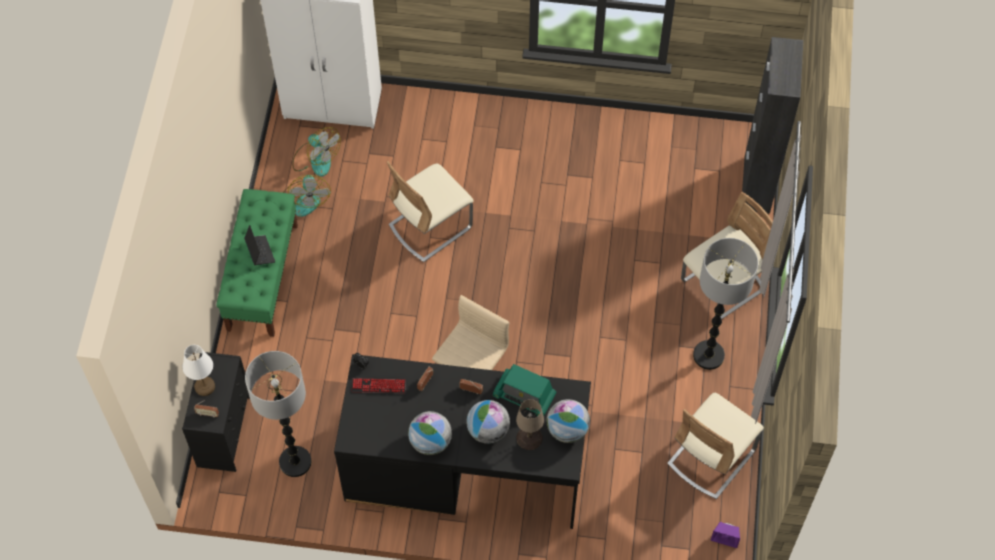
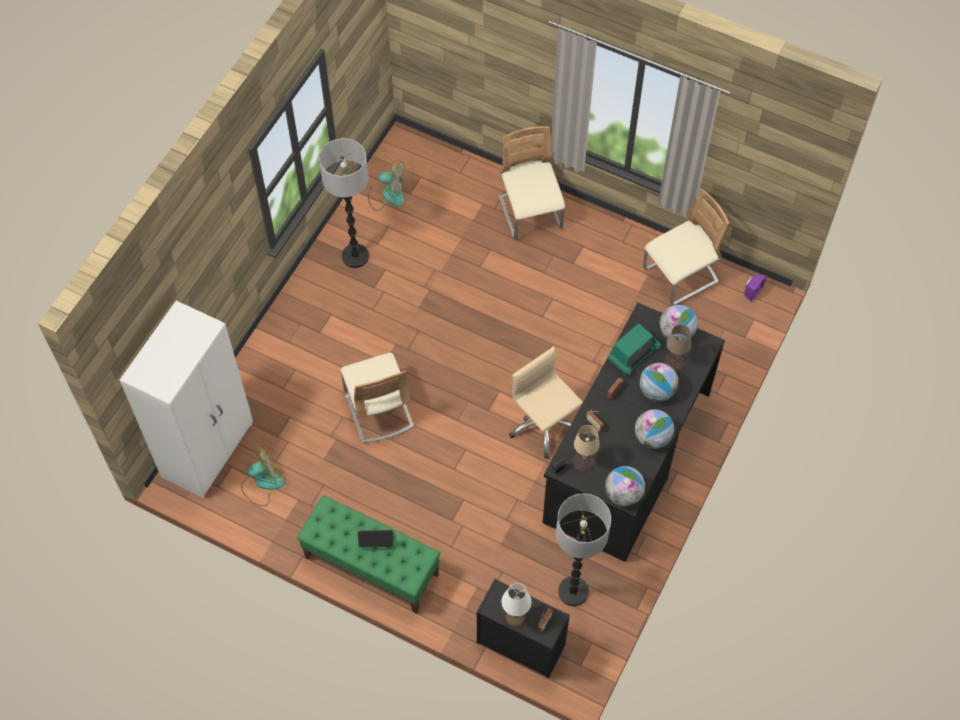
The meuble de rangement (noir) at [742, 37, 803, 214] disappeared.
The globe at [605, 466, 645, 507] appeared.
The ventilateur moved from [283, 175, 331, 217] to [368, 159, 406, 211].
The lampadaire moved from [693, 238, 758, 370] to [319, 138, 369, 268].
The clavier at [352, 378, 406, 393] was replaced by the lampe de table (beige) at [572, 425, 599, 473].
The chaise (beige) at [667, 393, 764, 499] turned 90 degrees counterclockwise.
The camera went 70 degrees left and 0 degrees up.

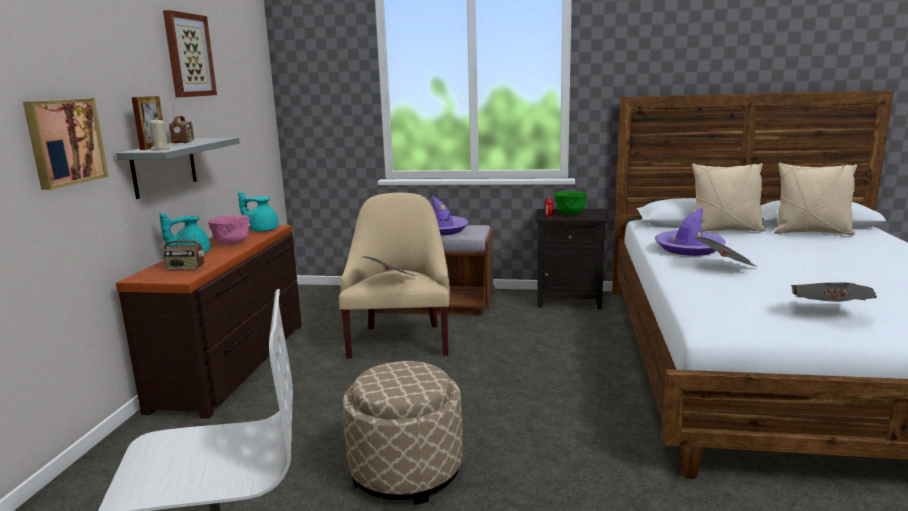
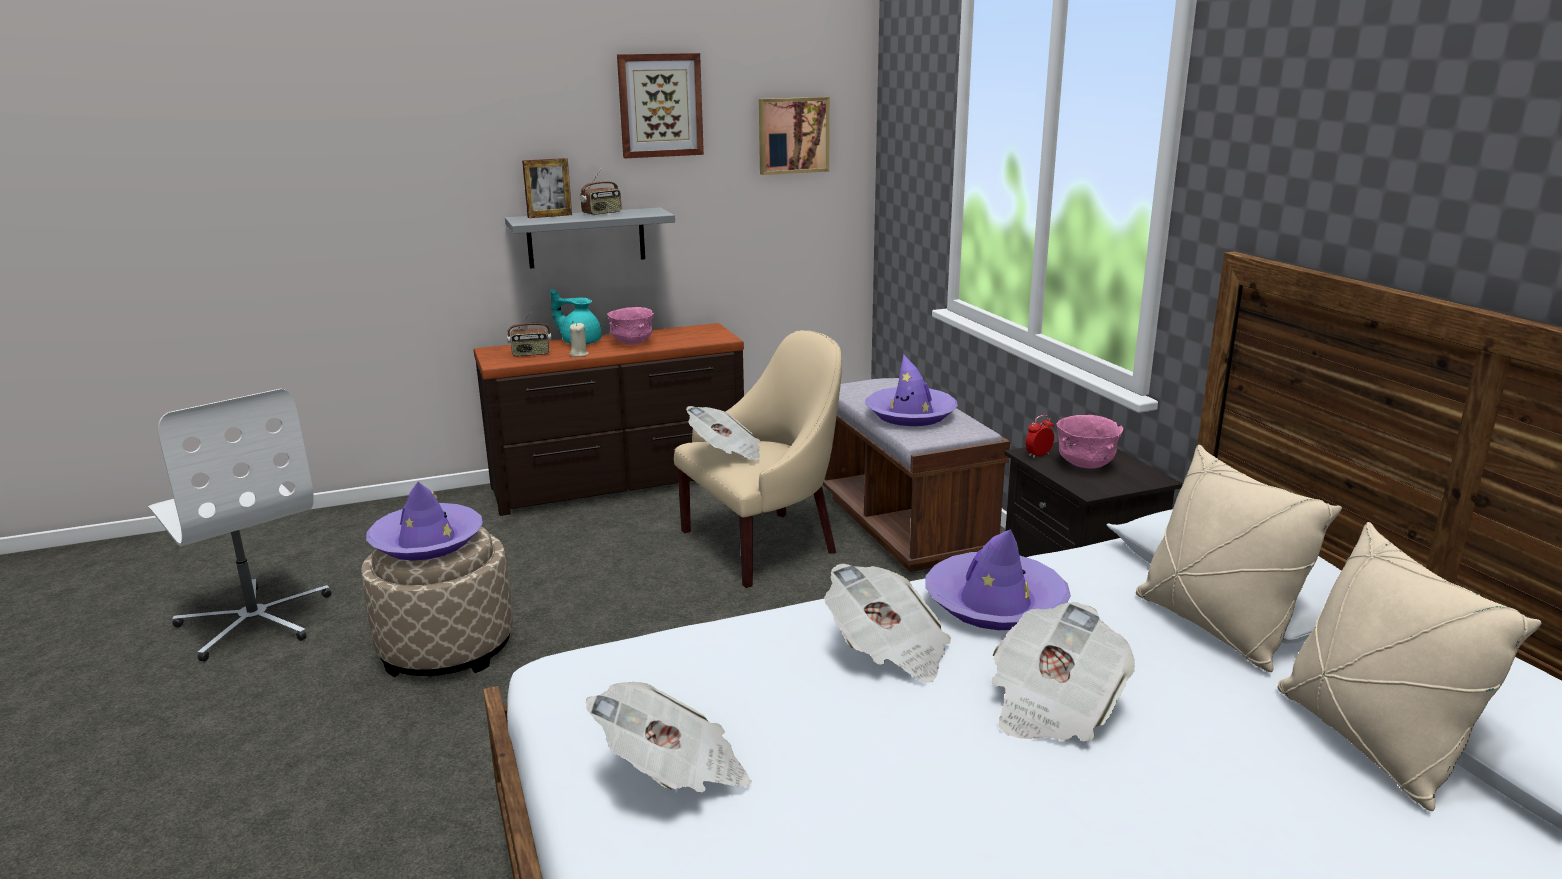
The théière (turquoise) at [238, 191, 279, 232] disappeared.
The chapeau (violet) at [366, 482, 483, 561] appeared.
The journal at [991, 602, 1135, 741] appeared.
The tableau moved from [23, 98, 109, 190] to [759, 97, 830, 175].
The bougie (beige) moved from [149, 120, 170, 150] to [569, 323, 589, 357].
The bol (vert) at [554, 191, 587, 215] became the bol (rose) at [1056, 415, 1123, 468].
The radio at [163, 228, 204, 270] turned 75 degrees counterclockwise.
The camera went 60 degrees right and 5 degrees up.

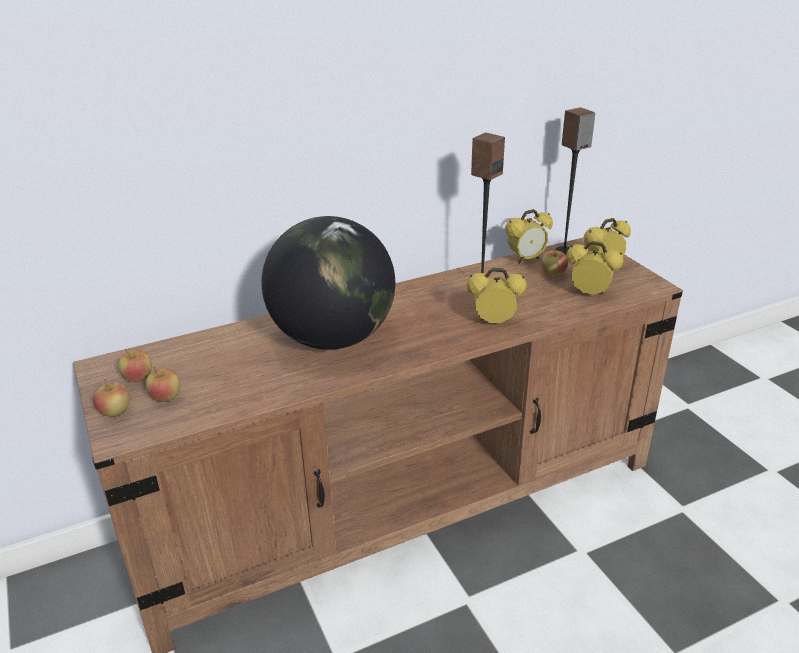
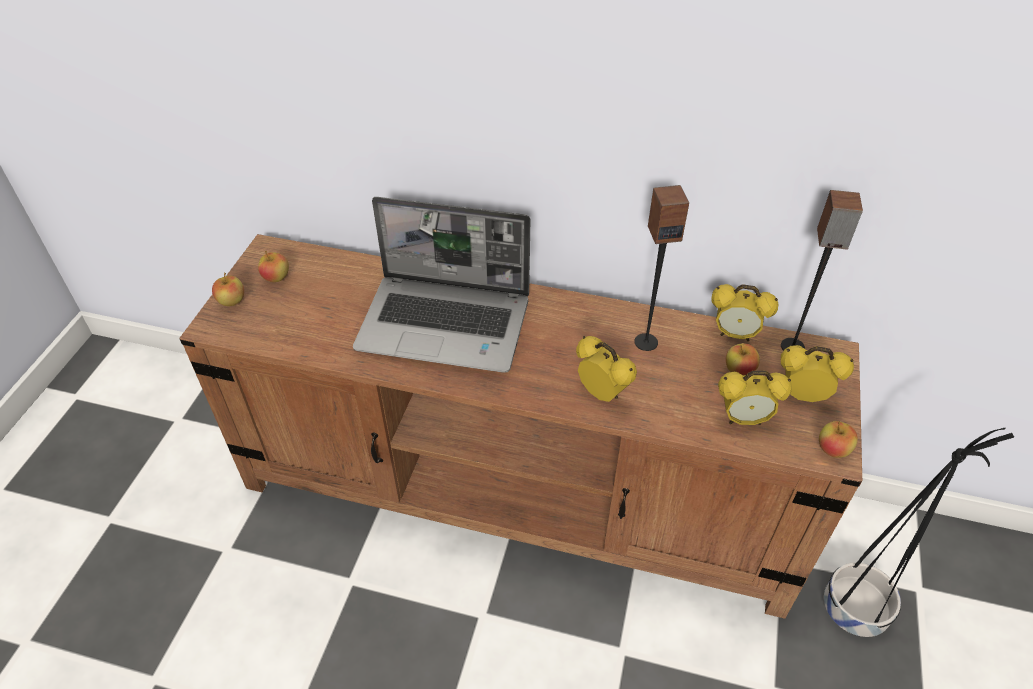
The cache-pot (noir) at [824, 427, 1014, 637] appeared.
The pomme moved from [146, 367, 180, 402] to [819, 421, 858, 458].
The globe at [262, 216, 395, 350] was replaced by the ordinateur portable at [353, 197, 530, 373].
The réveil at [566, 241, 624, 295] turned 120 degrees clockwise.
The camera went 40 degrees right and 15 degrees up.

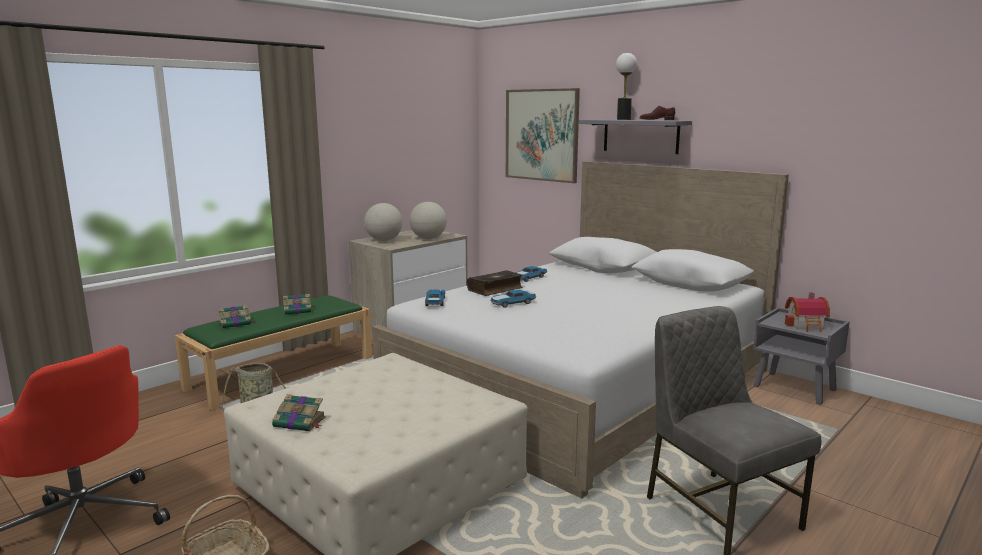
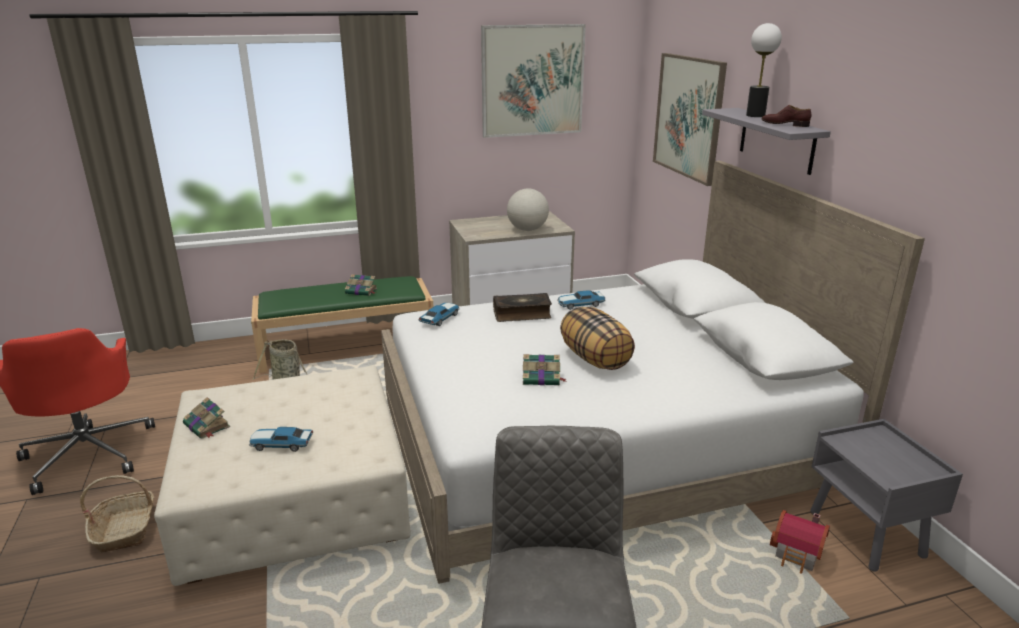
The globe at [364, 203, 403, 241] disappeared.
The tableau at [481, 24, 586, 138] appeared.
The coussin at [560, 307, 635, 370] appeared.
The livre moved from [218, 305, 256, 329] to [523, 354, 567, 385].
The petite voiture moved from [490, 290, 536, 308] to [249, 427, 313, 452].
The maison miniature moved from [785, 292, 830, 332] to [770, 510, 830, 574].
The camera went 30 degrees right and 10 degrees up.

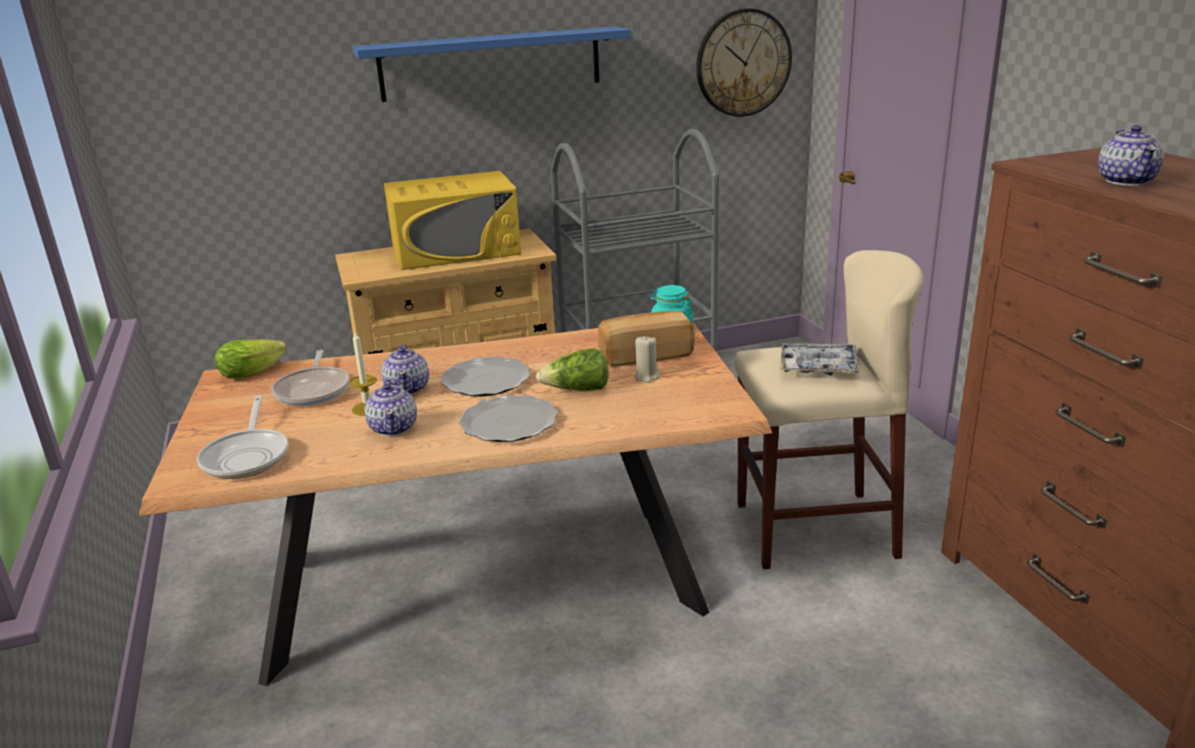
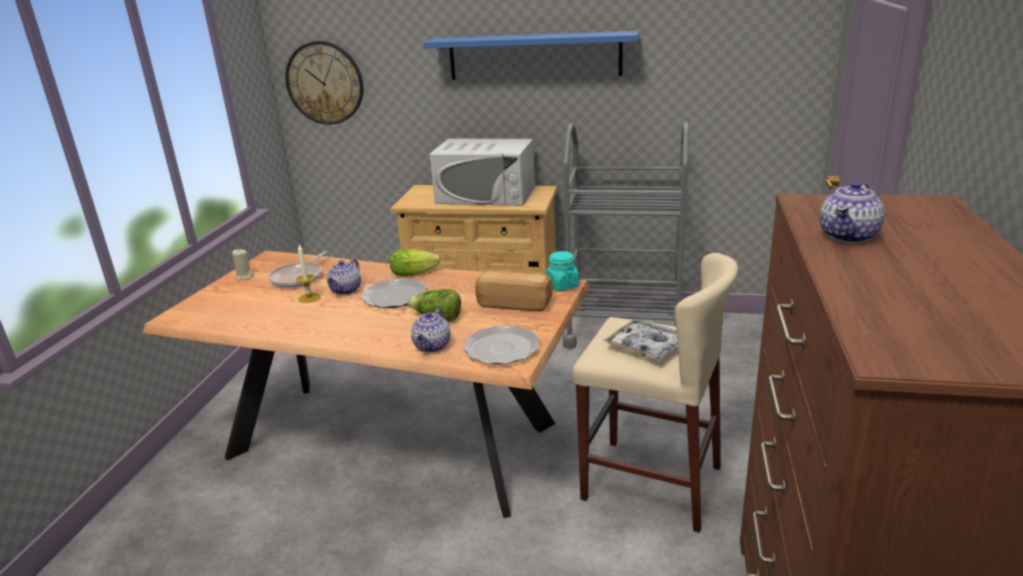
The poêle at [197, 395, 289, 479] disappeared.
The laitue moved from [215, 339, 287, 379] to [390, 249, 441, 276].
The théière moved from [365, 380, 417, 436] to [411, 308, 451, 352].
The assiette moved from [459, 395, 558, 442] to [463, 325, 540, 364].
The bougie (beige) moved from [634, 335, 660, 383] to [232, 249, 254, 281].
The horloge murale moved from [696, 8, 792, 117] to [285, 41, 363, 125].
The micro-ondes (jaune) at [384, 171, 521, 270] became the micro-ondes (blanc) at [430, 139, 535, 206].
The camera went 30 degrees right and 0 degrees up.

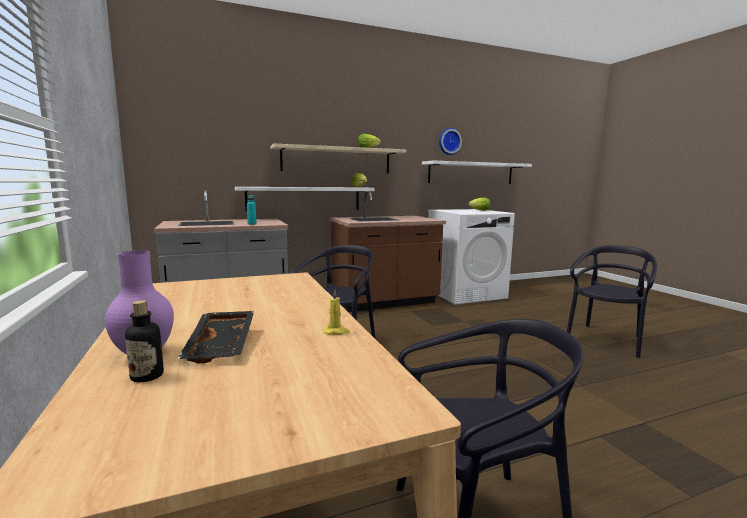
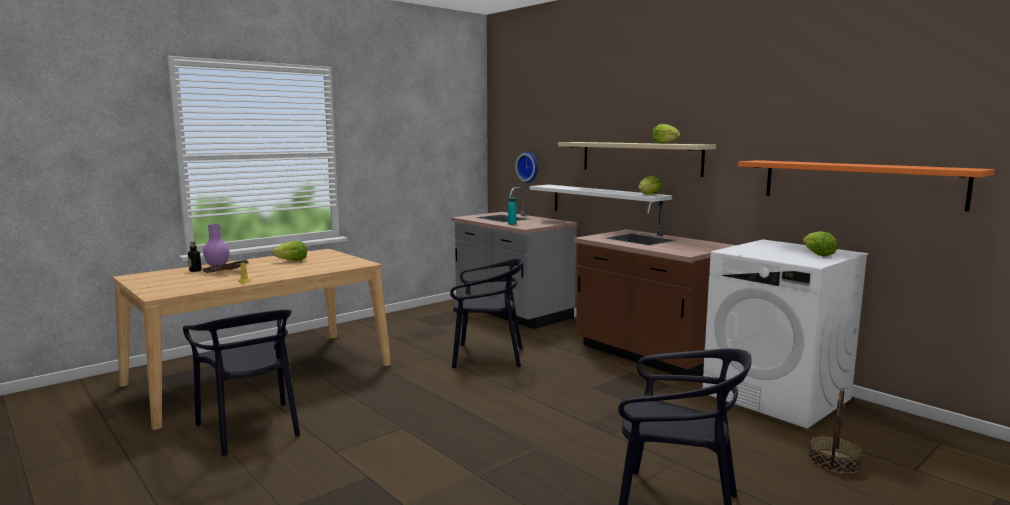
The laitue at [272, 241, 307, 261] appeared.
The panier at [808, 388, 864, 474] appeared.
The horloge murale moved from [439, 128, 462, 155] to [515, 152, 538, 183].
The étagère (blanc) at [422, 161, 532, 184] became the étagère (orange) at [738, 160, 995, 212].
The camera went 70 degrees right and 0 degrees up.

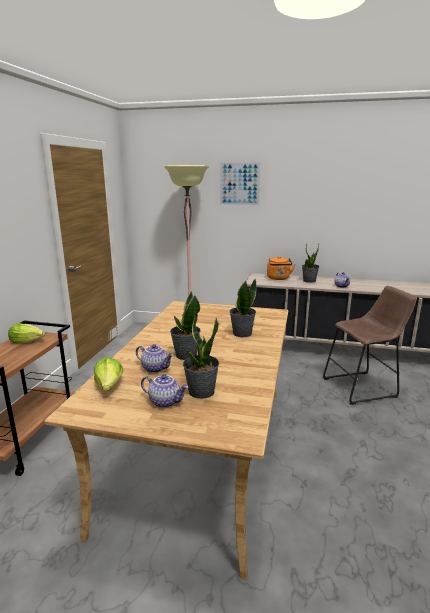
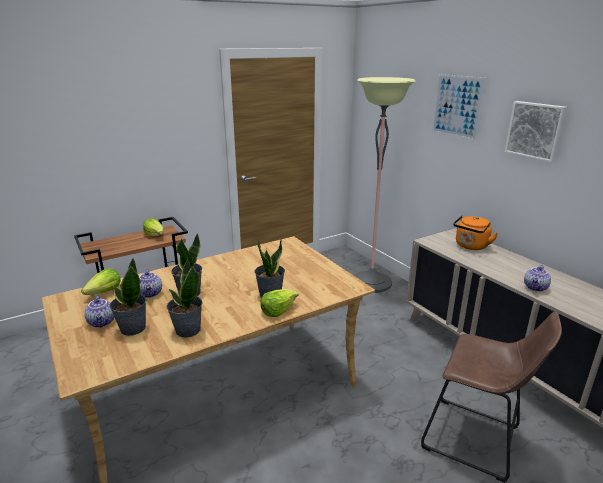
The laitue at [260, 289, 298, 317] appeared.
The tableau at [505, 101, 567, 162] appeared.
The plante en pot moved from [302, 244, 320, 283] to [167, 258, 202, 337].
The camera went 45 degrees right and 5 degrees up.

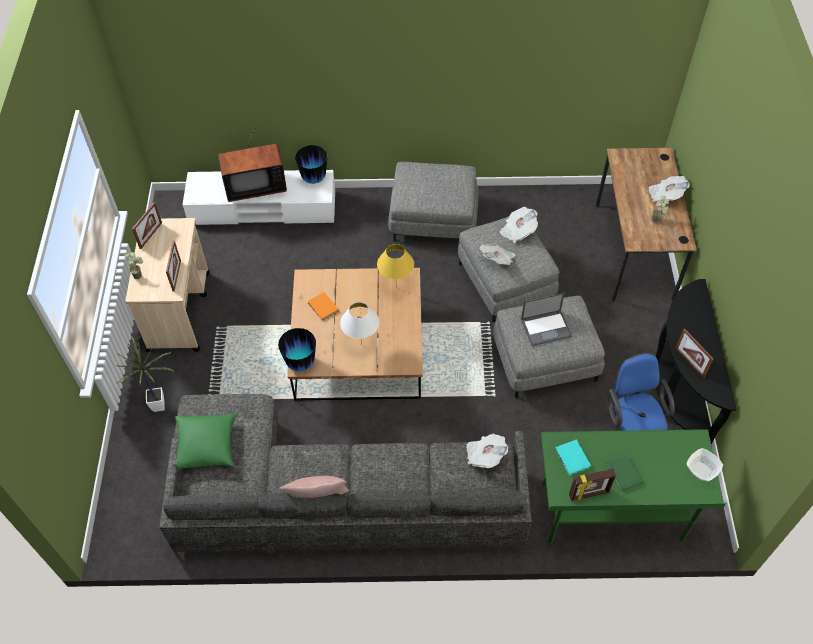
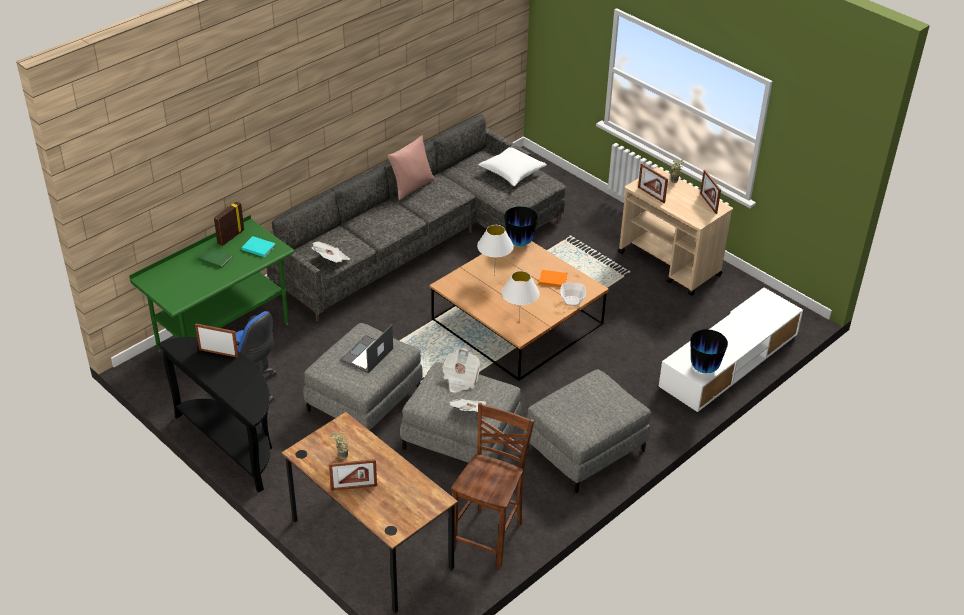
The plante en pot at [115, 336, 175, 412] disappeared.
The téléviseur at [218, 126, 287, 202] disappeared.
The chaise (marron) at [451, 403, 534, 568] appeared.
The bol moved from [686, 448, 723, 481] to [560, 283, 586, 306].
The journal at [648, 176, 690, 202] was replaced by the cadre photo at [329, 459, 377, 491].
The coussin (vert) at [175, 413, 237, 469] became the coussin (blanc) at [478, 147, 547, 186].
The lampe de table (jaune) at [377, 244, 414, 288] became the lampe de table (blanc) at [502, 271, 540, 320].
The camera went 135 degrees right and 15 degrees down.

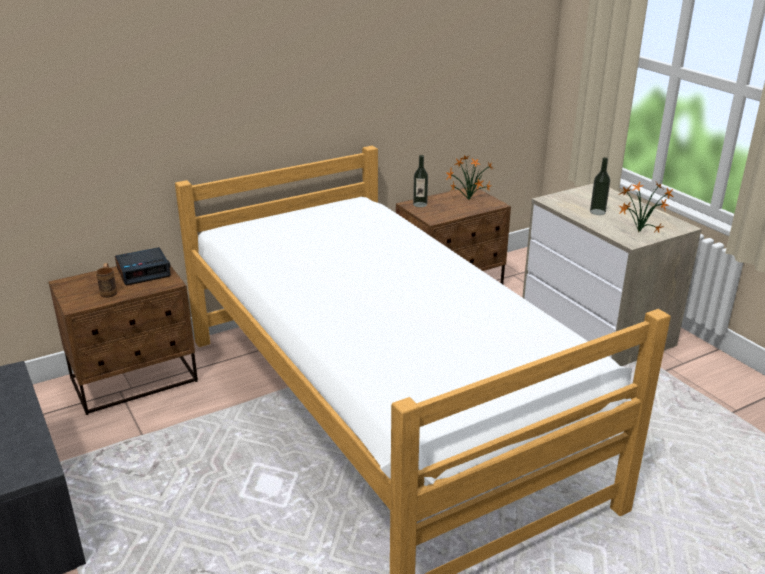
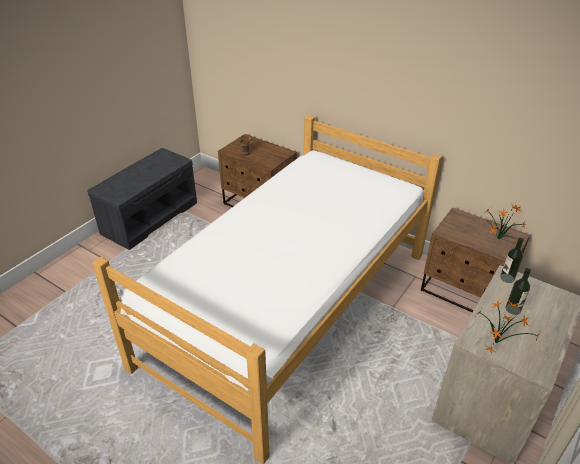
The réveil at [115, 247, 171, 285] disappeared.
The bouteille moved from [413, 155, 428, 207] to [500, 237, 524, 283].
The camera went 65 degrees right and 10 degrees up.

